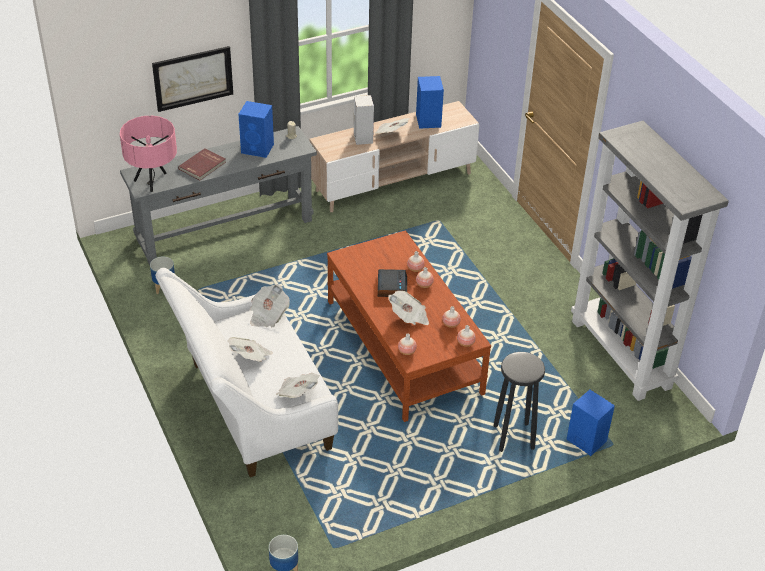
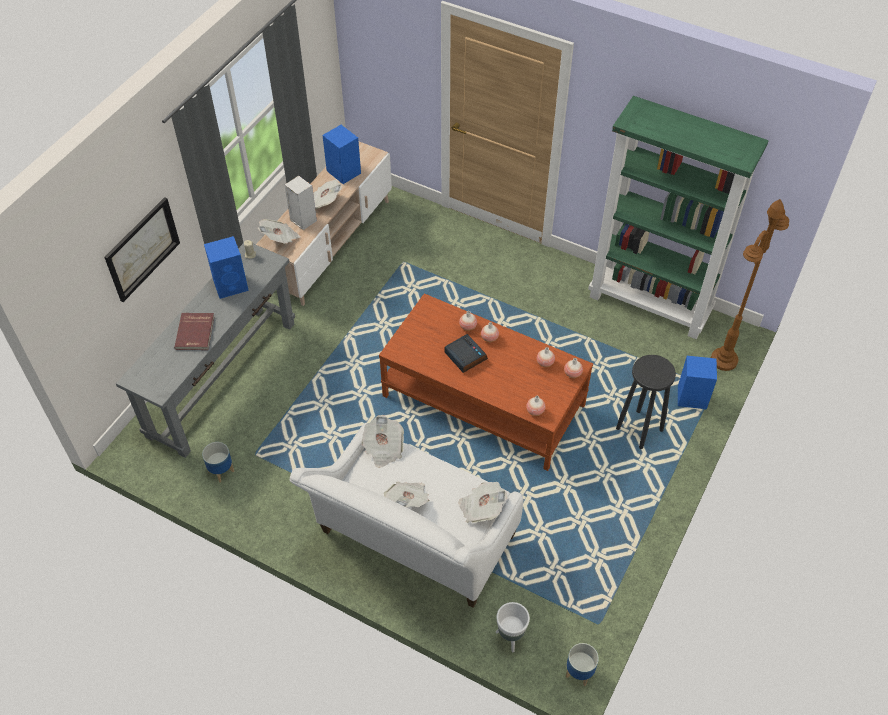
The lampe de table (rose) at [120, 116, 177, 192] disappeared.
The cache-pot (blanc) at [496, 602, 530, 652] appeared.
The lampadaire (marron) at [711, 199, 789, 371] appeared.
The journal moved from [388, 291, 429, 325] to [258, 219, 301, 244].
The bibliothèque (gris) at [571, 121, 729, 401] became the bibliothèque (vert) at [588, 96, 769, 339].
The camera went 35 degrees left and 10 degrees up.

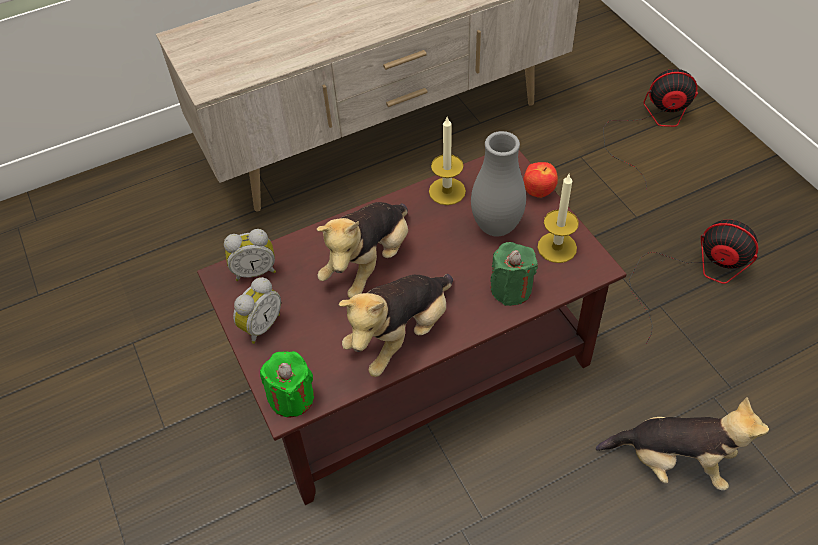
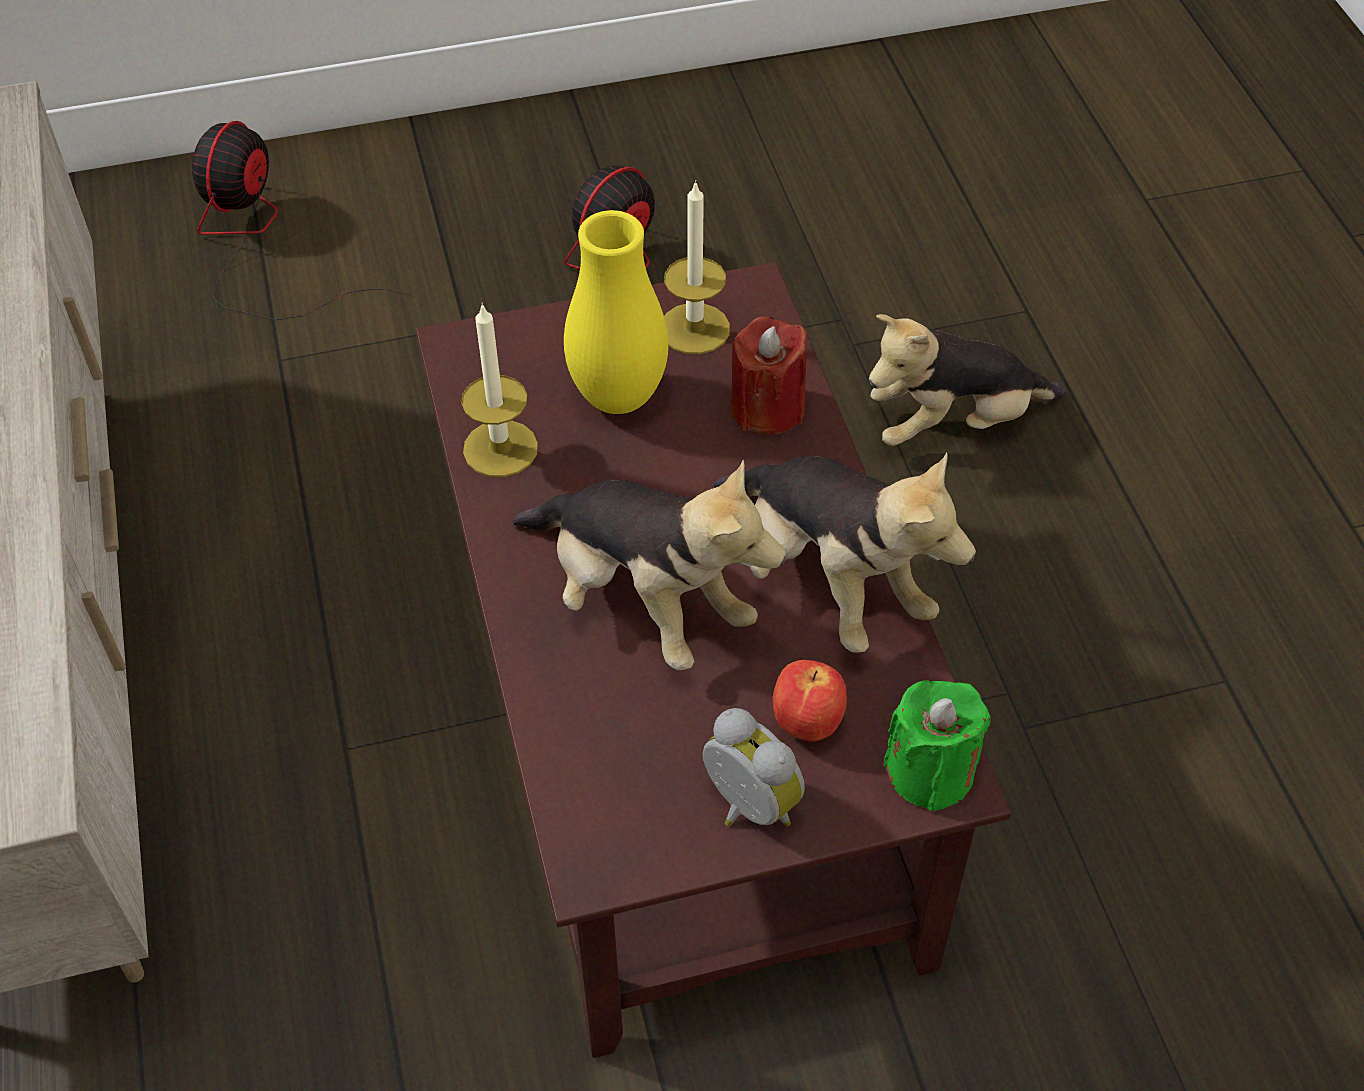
The réveil at [224, 229, 276, 281] disappeared.
The pomme moved from [523, 162, 558, 198] to [773, 660, 847, 742].
The vase (gris) at [471, 131, 526, 237] became the vase (jaune) at [564, 210, 668, 414].
The bougie (vert) at [491, 242, 538, 306] became the bougie (rouge) at [731, 316, 808, 435].
The peluche at [596, 397, 769, 491] turned 135 degrees counterclockwise.
The camera went 80 degrees left and 0 degrees up.

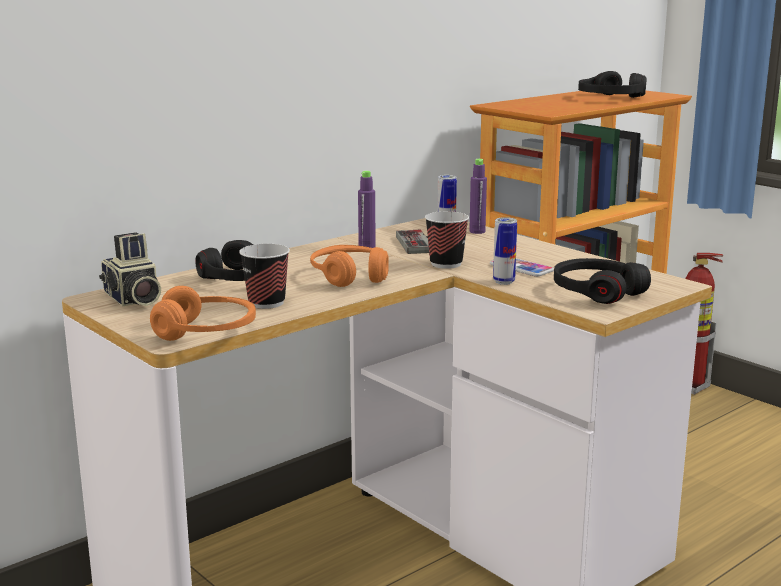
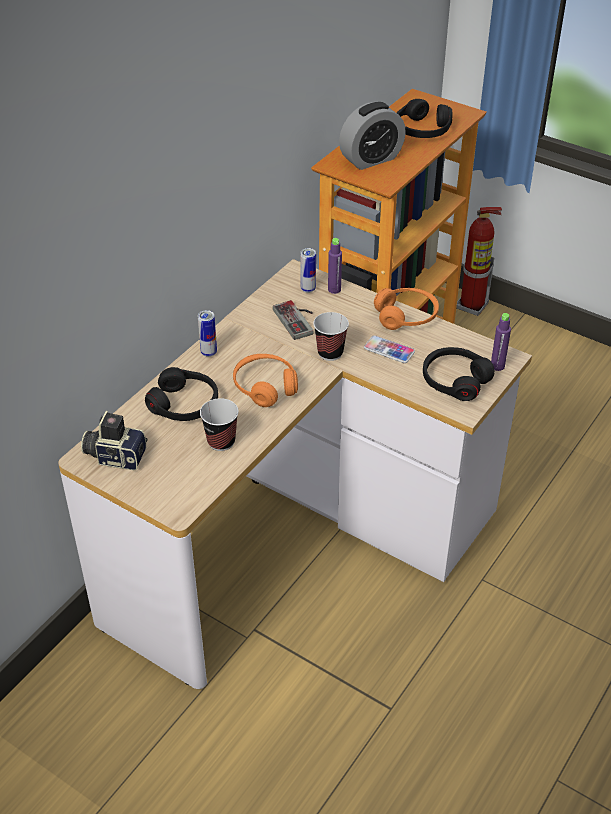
The réveil at [339, 102, 406, 170] appeared.
The casque audio (orange) moved from [150, 286, 256, 341] to [374, 288, 439, 330].
The bouteille (violet) moved from [358, 171, 376, 248] to [491, 313, 511, 371].
The boîte métallique moved from [493, 217, 517, 285] to [198, 310, 217, 357].
The appareil photo at [99, 232, 161, 306] turned 150 degrees clockwise.
The camera went 15 degrees left and 25 degrees up.

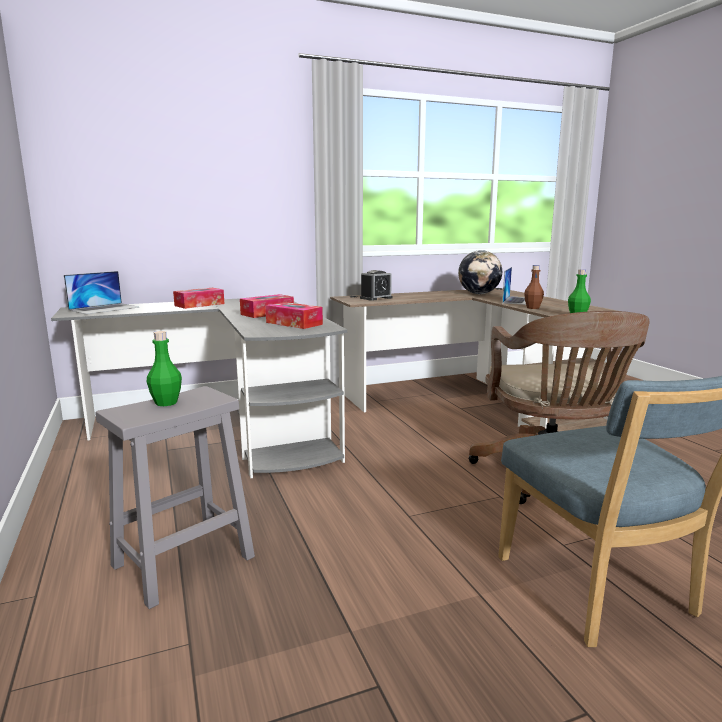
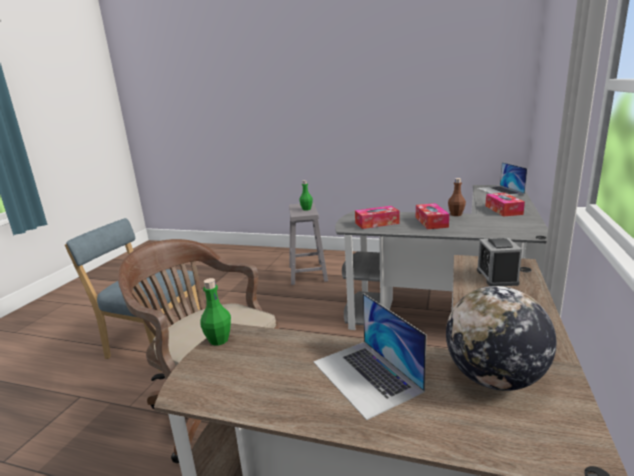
The bouteille (marron) moved from [524, 265, 544, 309] to [448, 178, 466, 216].
The camera went 130 degrees right and 5 degrees up.

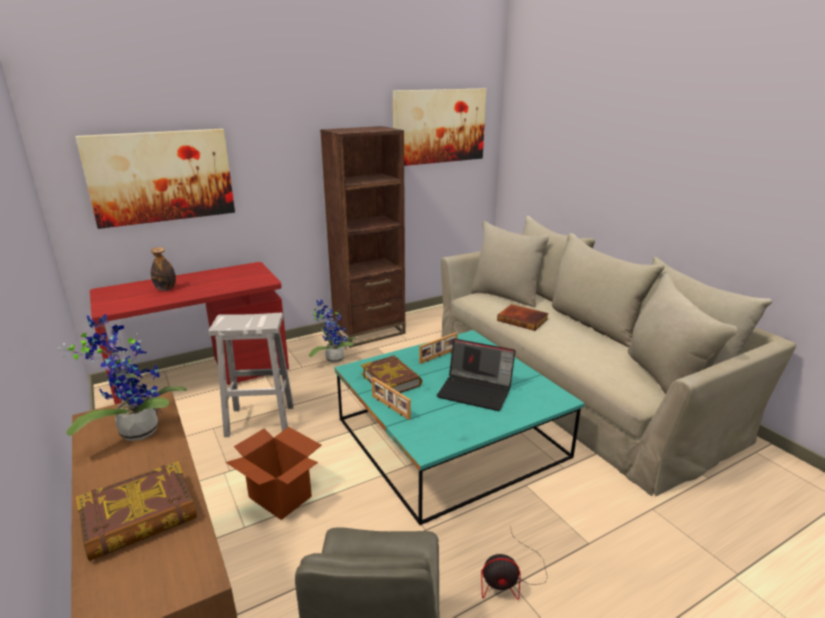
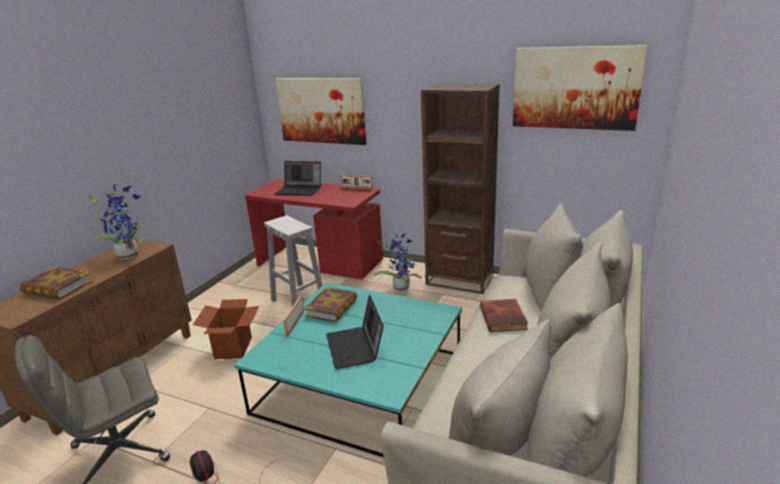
The cadre photo moved from [419, 332, 458, 364] to [340, 175, 373, 189].
The bouteille at [151, 247, 176, 291] was replaced by the ordinateur portable at [275, 161, 321, 196].
The camera went 55 degrees right and 0 degrees up.

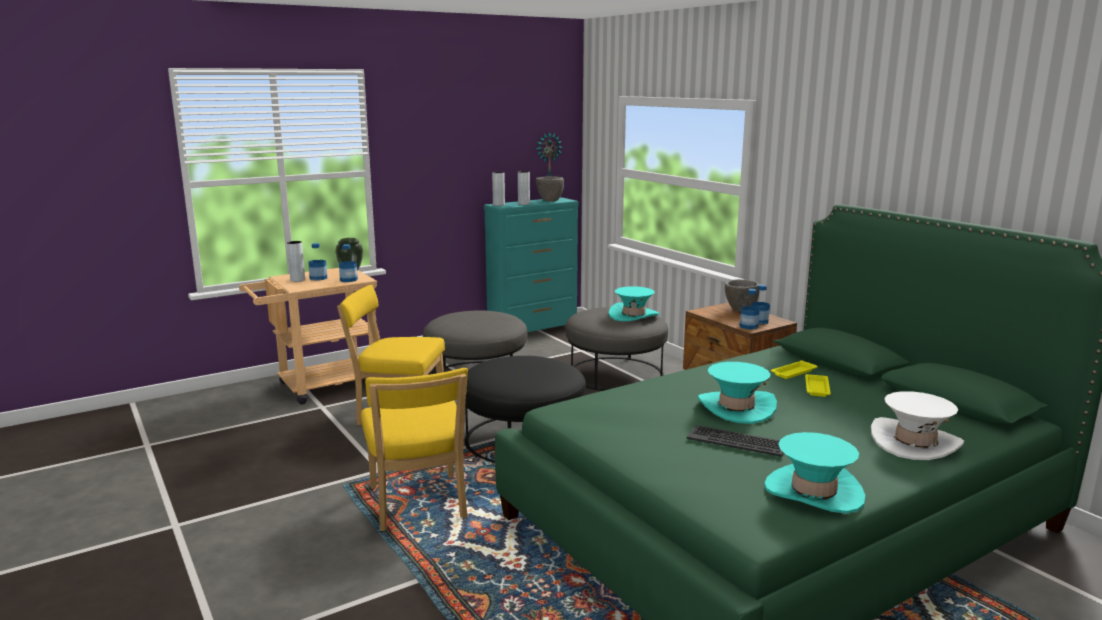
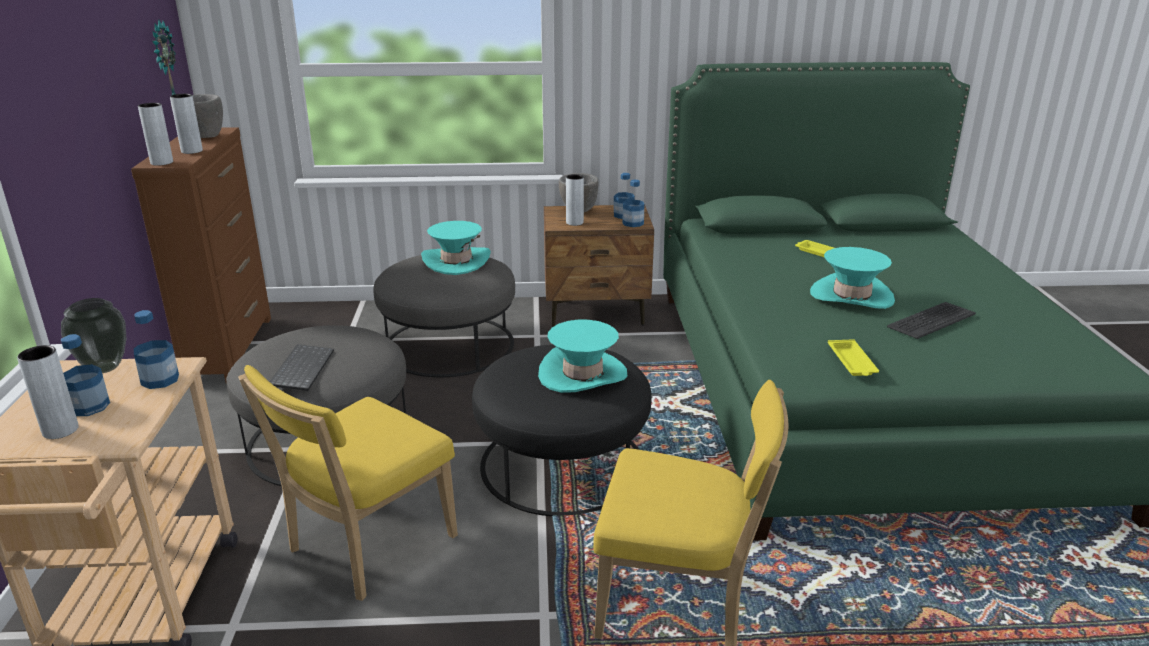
The chapeau (blanc) at [871, 391, 964, 460] disappeared.
The clavier at [270, 344, 334, 391] appeared.
The vase (gris) at [566, 174, 584, 226] appeared.
The chapeau (turquoise) moved from [764, 432, 865, 514] to [538, 320, 627, 393].
The plateau (jaune) moved from [771, 360, 817, 379] to [828, 339, 879, 376].
The commode (turquoise) at [484, 197, 579, 332] became the commode (marron) at [131, 127, 271, 384].
The camera went 60 degrees left and 10 degrees up.

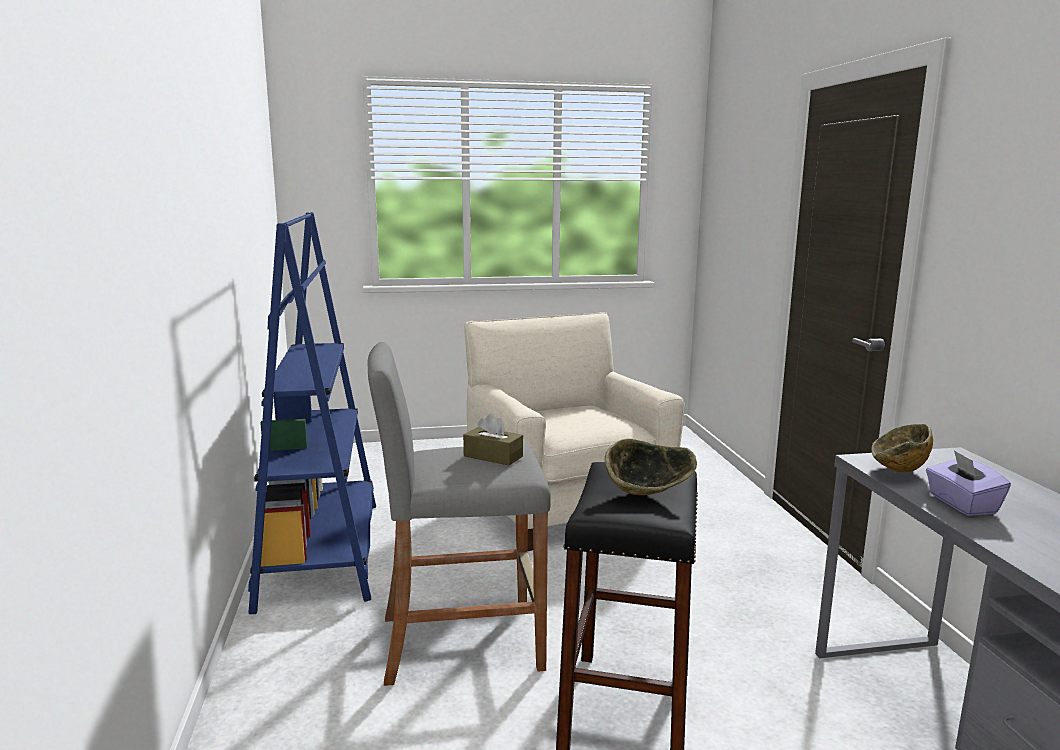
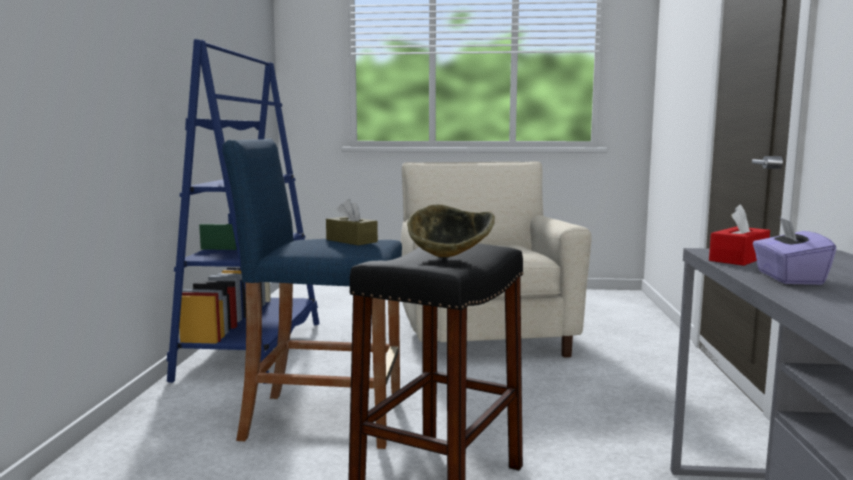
The bol at [871, 424, 933, 472] was replaced by the boîte à mouchoirs (rouge) at [709, 204, 770, 266].
The tabouret (gris) at [367, 342, 551, 686] became the tabouret (bleu) at [222, 139, 402, 449].
The camera went 15 degrees right and 5 degrees down.

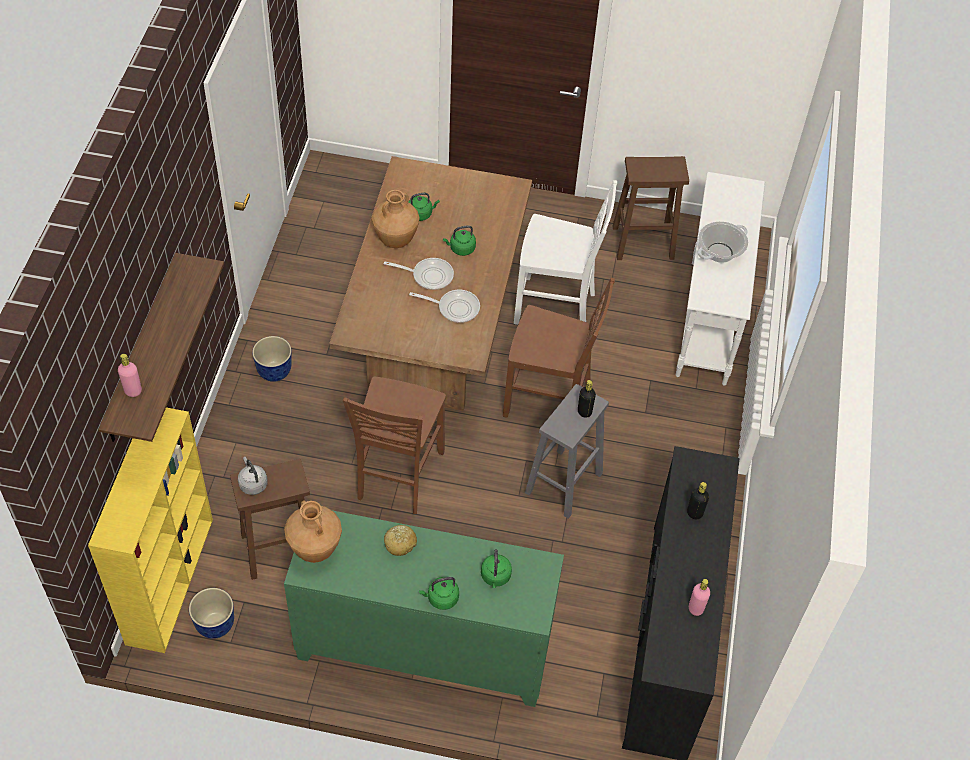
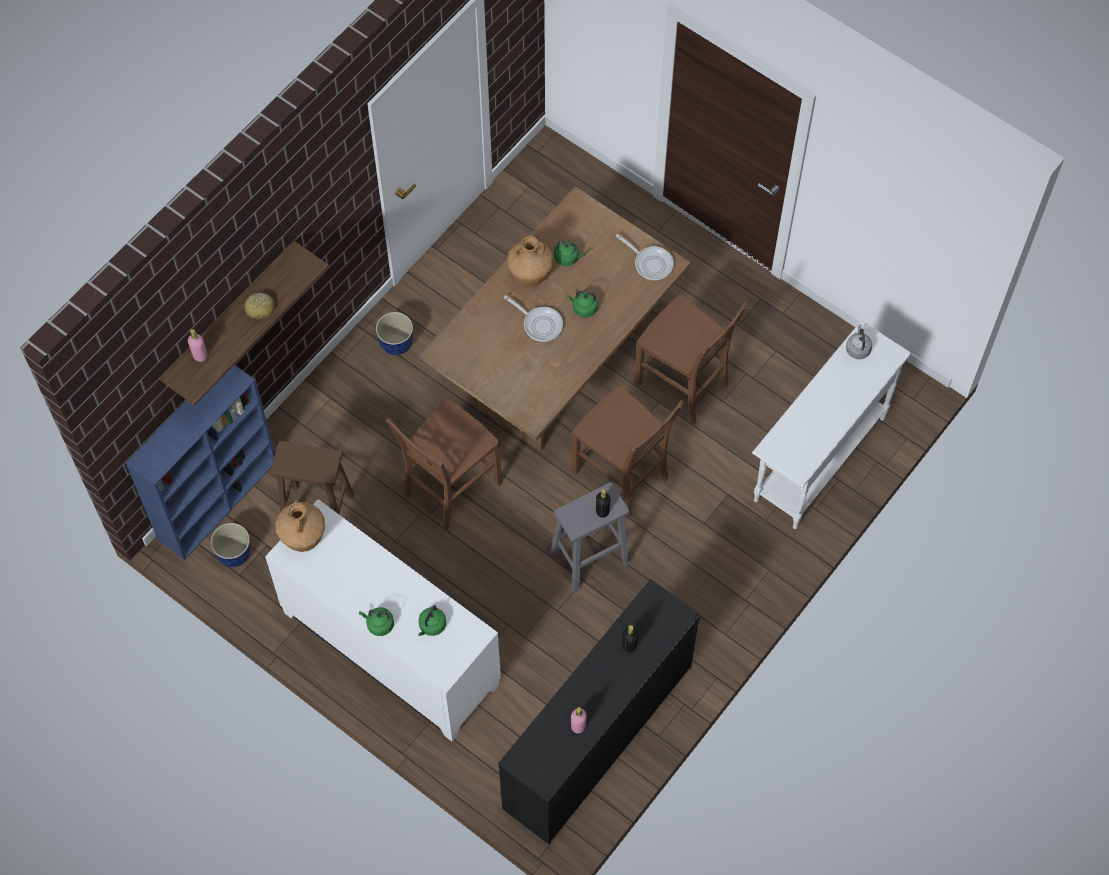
The tabouret (marron) at [613, 156, 689, 260] disappeared.
The marmite at [698, 222, 748, 263] disappeared.
The bouilloire (gris) moved from [238, 457, 268, 495] to [846, 324, 872, 359].
The pain moved from [384, 525, 417, 556] to [245, 293, 274, 319].
The poêle moved from [409, 290, 480, 323] to [616, 234, 674, 280].
The bibliothèque (jaune) at [88, 408, 213, 653] became the bibliothèque (bleu) at [126, 365, 275, 560].
The meuble de rangement (vert) at [284, 510, 564, 707] became the meuble de rangement (blanc) at [265, 499, 501, 741].
The chaise (blanc) at [514, 180, 617, 325] became the chaise (marron) at [634, 295, 748, 424].
The camera went 30 degrees right and 10 degrees up.

